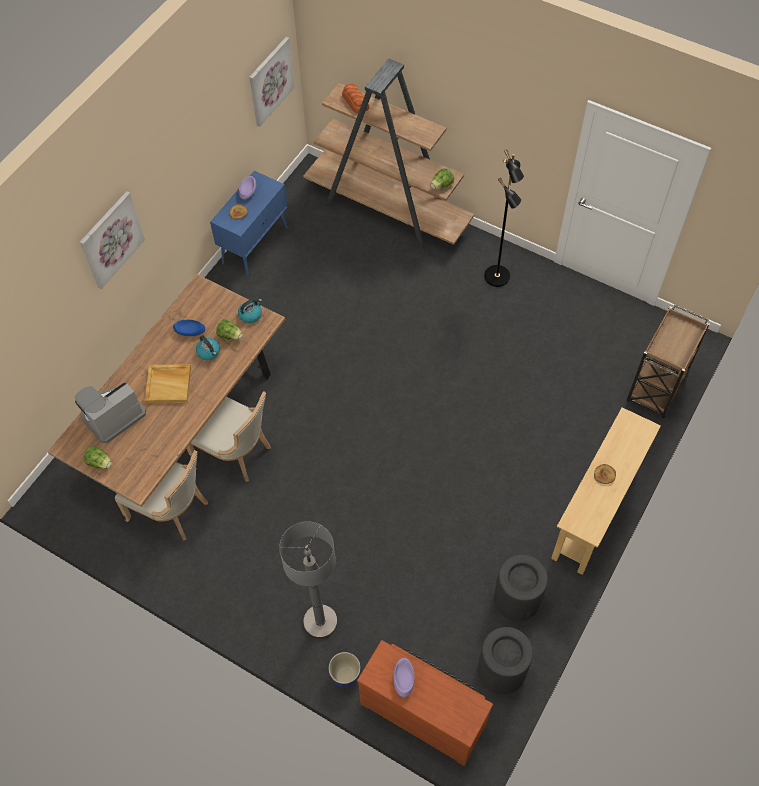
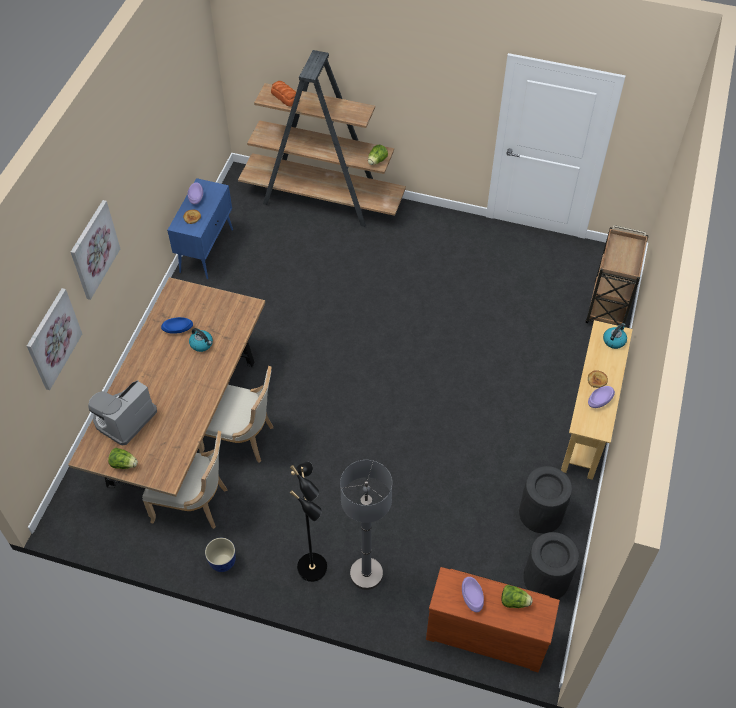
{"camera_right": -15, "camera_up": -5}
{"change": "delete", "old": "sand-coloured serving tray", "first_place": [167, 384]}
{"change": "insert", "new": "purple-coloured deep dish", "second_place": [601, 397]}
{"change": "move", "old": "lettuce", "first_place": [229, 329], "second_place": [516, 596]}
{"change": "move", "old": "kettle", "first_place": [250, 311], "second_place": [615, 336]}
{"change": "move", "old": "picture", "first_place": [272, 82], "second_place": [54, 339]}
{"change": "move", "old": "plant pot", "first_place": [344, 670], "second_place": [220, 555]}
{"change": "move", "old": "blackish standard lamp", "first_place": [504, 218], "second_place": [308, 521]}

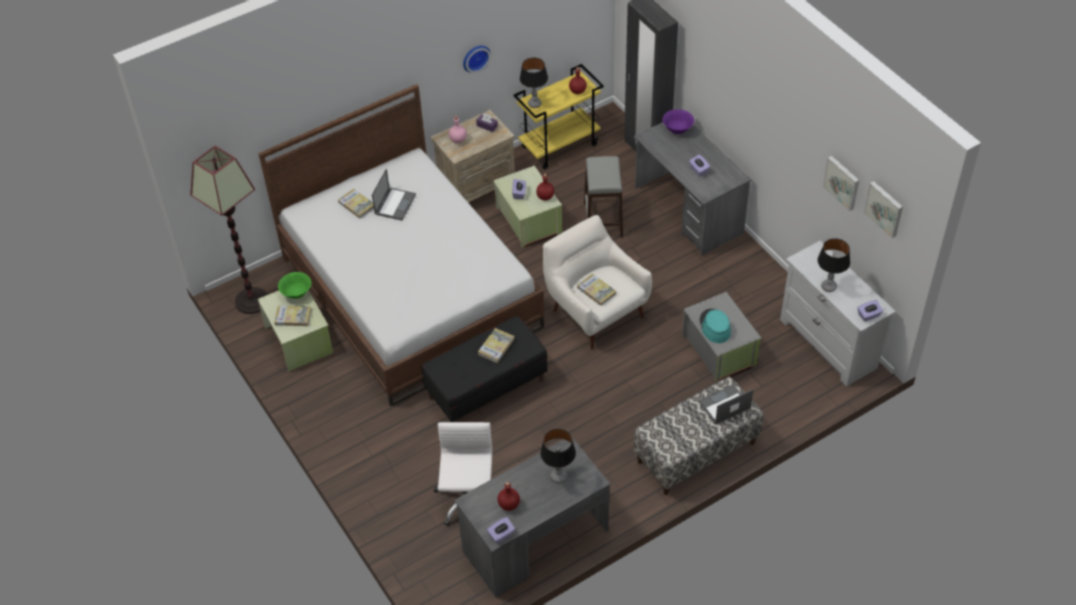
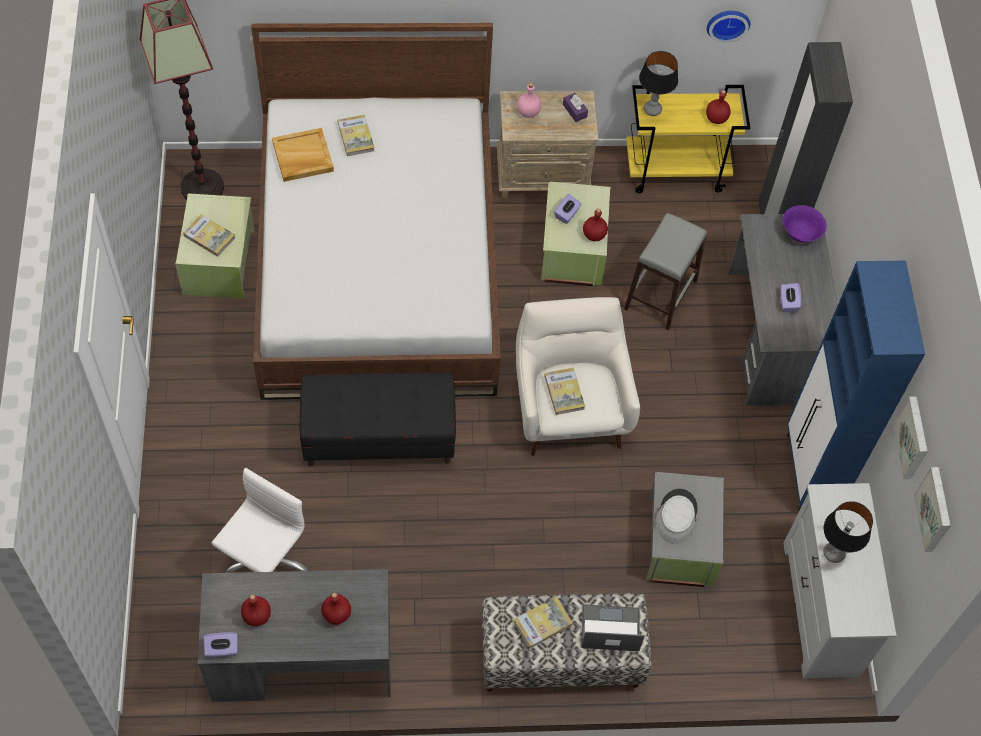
{"camera_right": 25, "camera_up": 10}
{"change": "delete", "old": "green-coloured deep dish", "first_place": [294, 285]}
{"change": "delete", "old": "notebook computer", "first_place": [394, 195]}
{"change": "delete", "old": "purple-coloured tissue holder", "first_place": [870, 311]}
{"change": "insert", "new": "sand-coloured serving tray", "second_place": [303, 155]}
{"change": "insert", "new": "blue cupboard", "second_place": [856, 386]}
{"change": "move", "old": "clock on the wall", "first_place": [477, 59], "second_place": [728, 27]}
{"change": "move", "old": "book", "first_place": [496, 345], "second_place": [543, 622]}
{"change": "replace", "old": "lamp for a table", "new": "red beverage bottle", "first_place": [558, 456], "second_place": [336, 609]}
{"change": "recolor", "old": "turquoise clothing hat", "new": "grey clothing hat", "first_place": [715, 326], "second_place": [677, 516]}

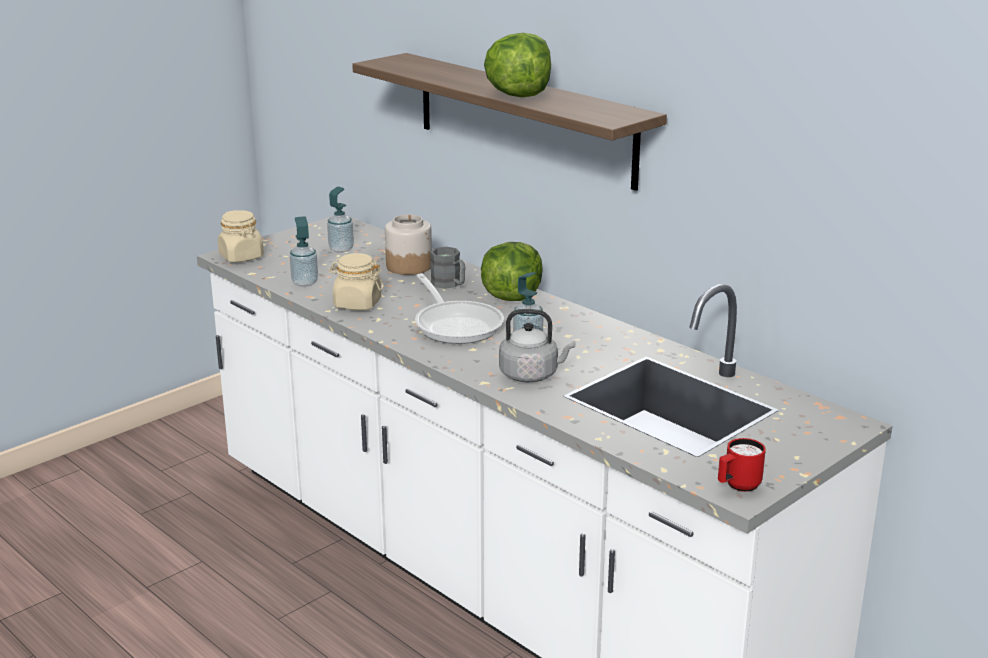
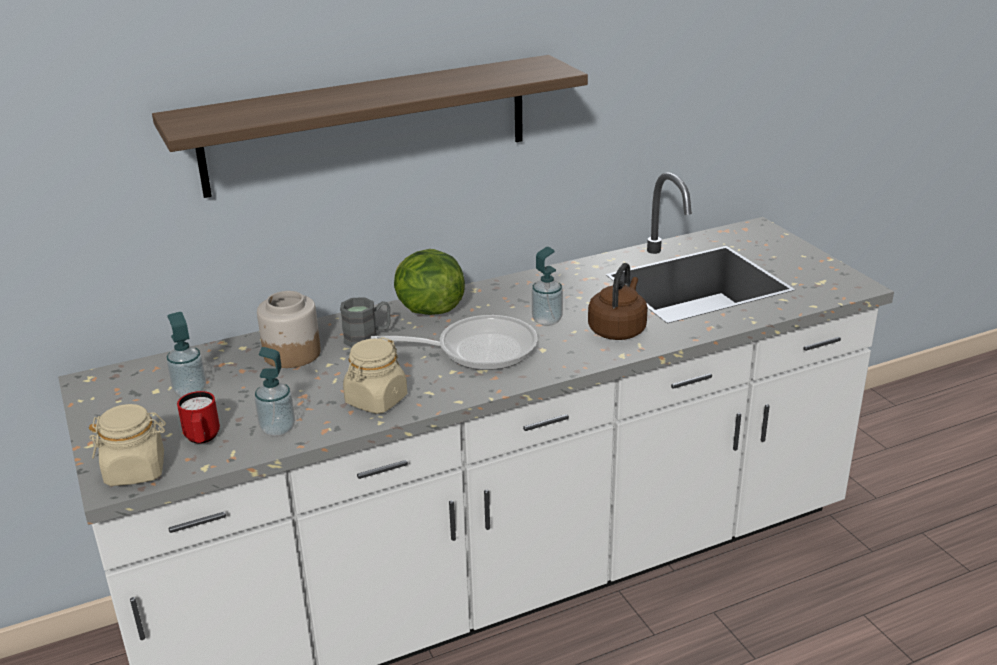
{"camera_right": -70, "camera_up": 5}
{"change": "delete", "old": "lettuce", "first_place": [517, 65]}
{"change": "move", "old": "red mug", "first_place": [742, 465], "second_place": [198, 417]}
{"change": "recolor", "old": "grey kettle", "new": "brown-coloured kettle", "first_place": [537, 345], "second_place": [618, 301]}

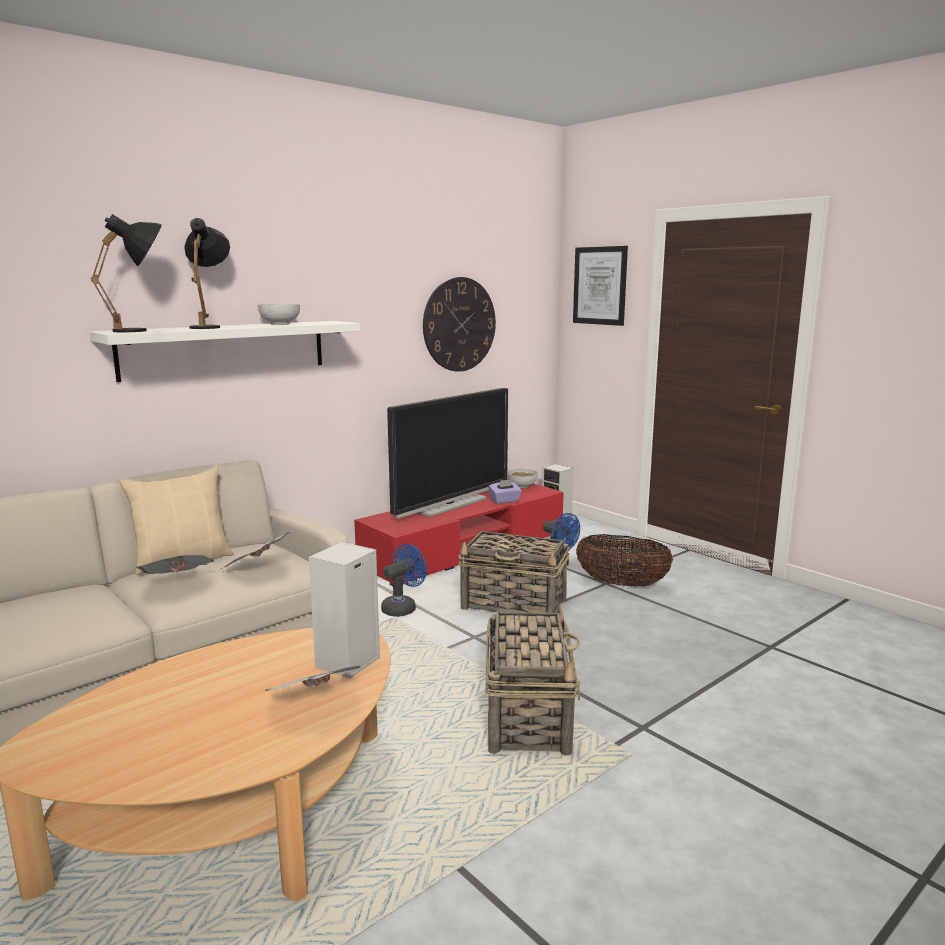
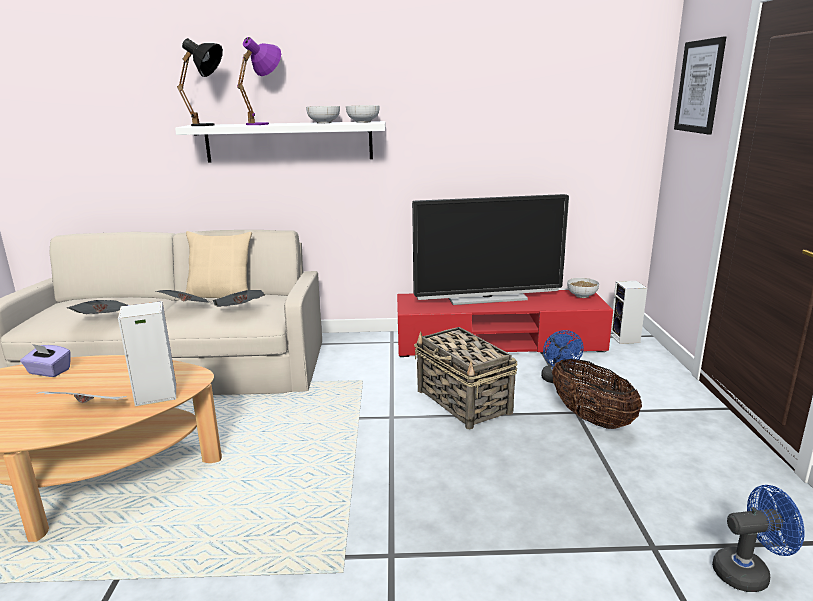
{"camera_right": 40, "camera_up": 5}
{"change": "delete", "old": "clock on the wall", "first_place": [459, 324]}
{"change": "delete", "old": "storage basket", "first_place": [533, 679]}
{"change": "insert", "new": "newspaper", "second_place": [97, 307]}
{"change": "insert", "new": "deep dish", "second_place": [363, 114]}
{"change": "move", "old": "blue electric fan", "first_place": [404, 580], "second_place": [758, 538]}
{"change": "move", "old": "purple-coloured tissue holder", "first_place": [505, 491], "second_place": [45, 360]}
{"change": "recolor", "old": "blackish lamp for a table", "new": "purple-coloured lamp for a table", "first_place": [207, 273], "second_place": [259, 81]}

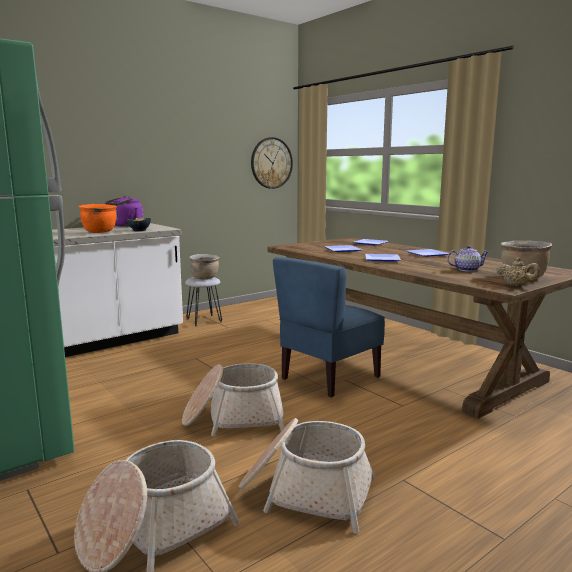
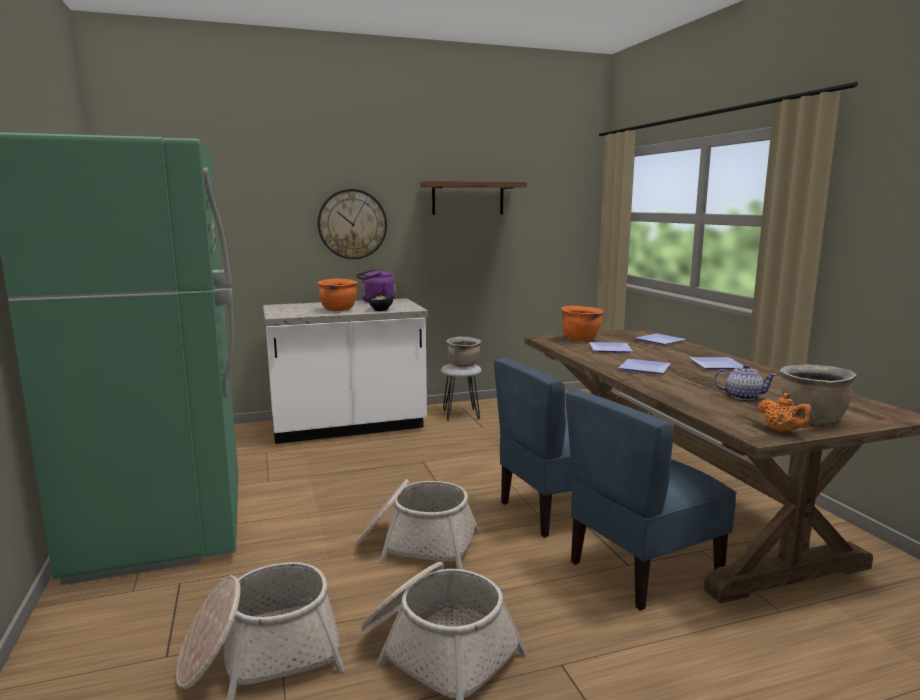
{"camera_right": 20, "camera_up": 0}
{"change": "insert", "new": "brown-coloured wall shelf", "second_place": [473, 198]}
{"change": "insert", "new": "orange-coloured stockpot", "second_place": [582, 323]}
{"change": "insert", "new": "blue plain chair", "second_place": [651, 500]}
{"change": "move", "old": "clock on the wall", "first_place": [272, 163], "second_place": [352, 224]}
{"change": "recolor", "old": "sand-coloured tea pot", "new": "orange-coloured tea pot", "first_place": [518, 271], "second_place": [785, 413]}

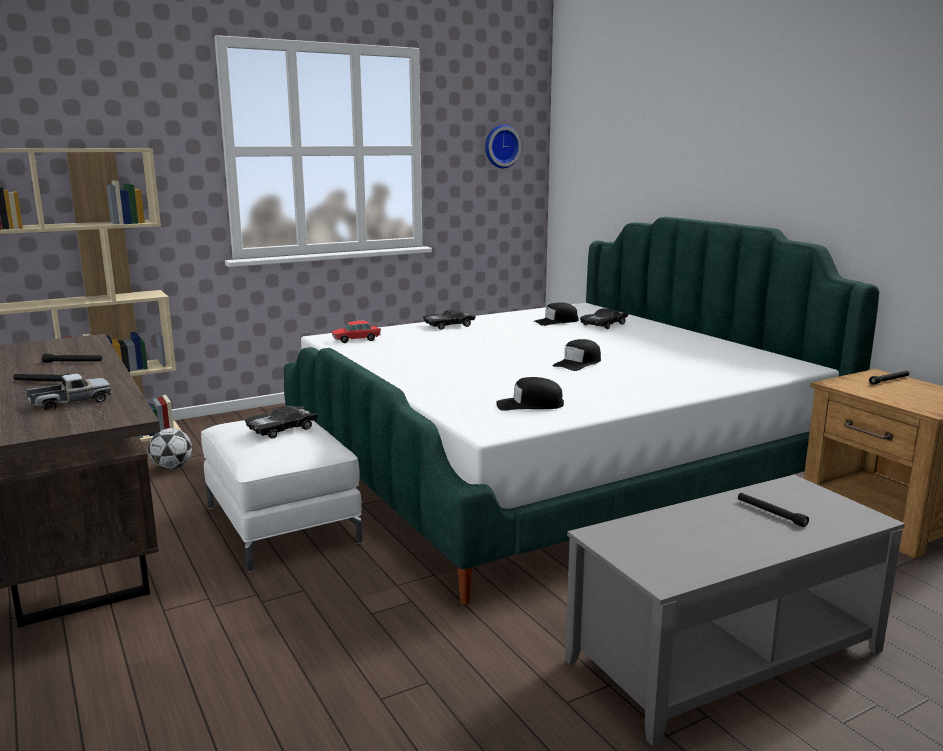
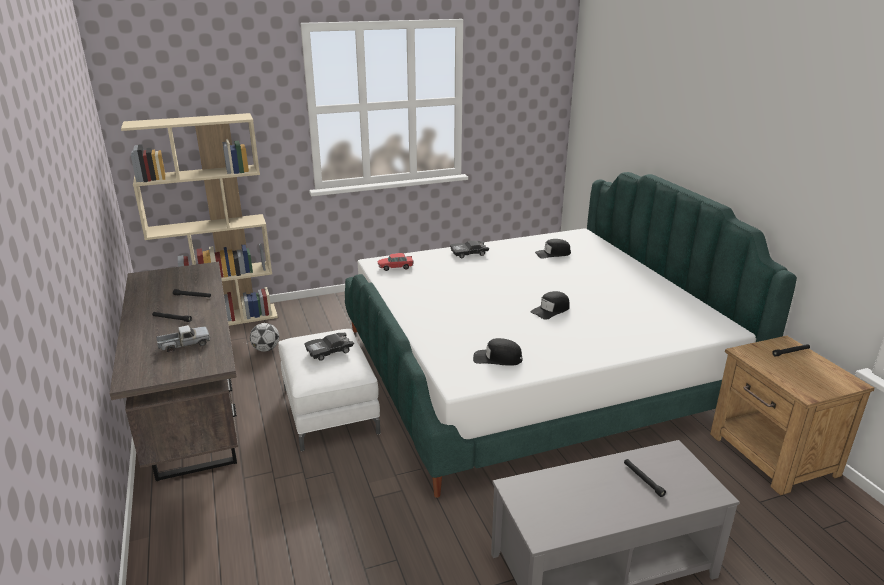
{"camera_right": 10, "camera_up": 10}
{"change": "delete", "old": "clock on the wall", "first_place": [503, 146]}
{"change": "delete", "old": "blackish model car", "first_place": [604, 318]}

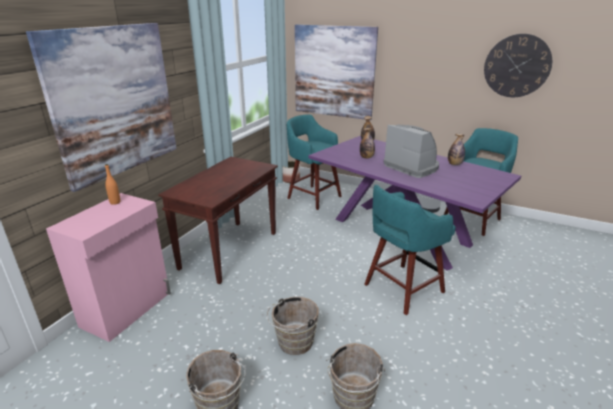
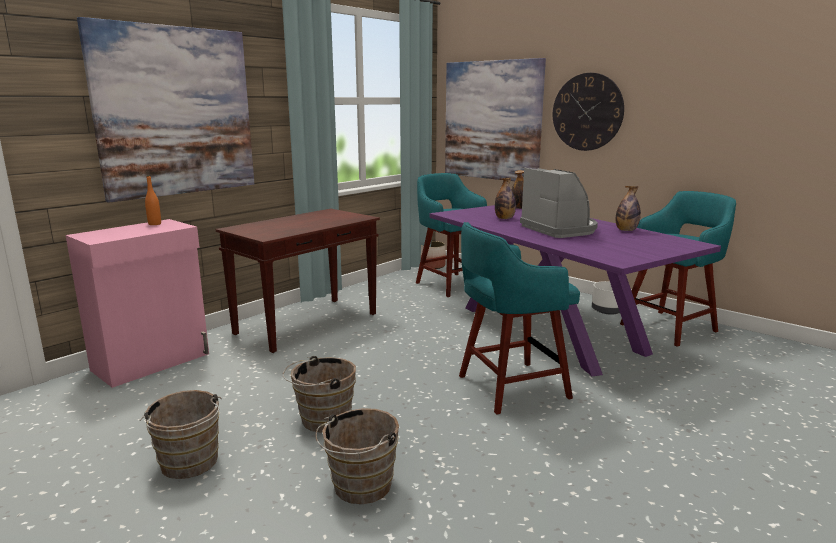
{"camera_right": 15, "camera_up": -10}
{"change": "move", "old": "clock on the wall", "first_place": [518, 65], "second_place": [588, 112]}

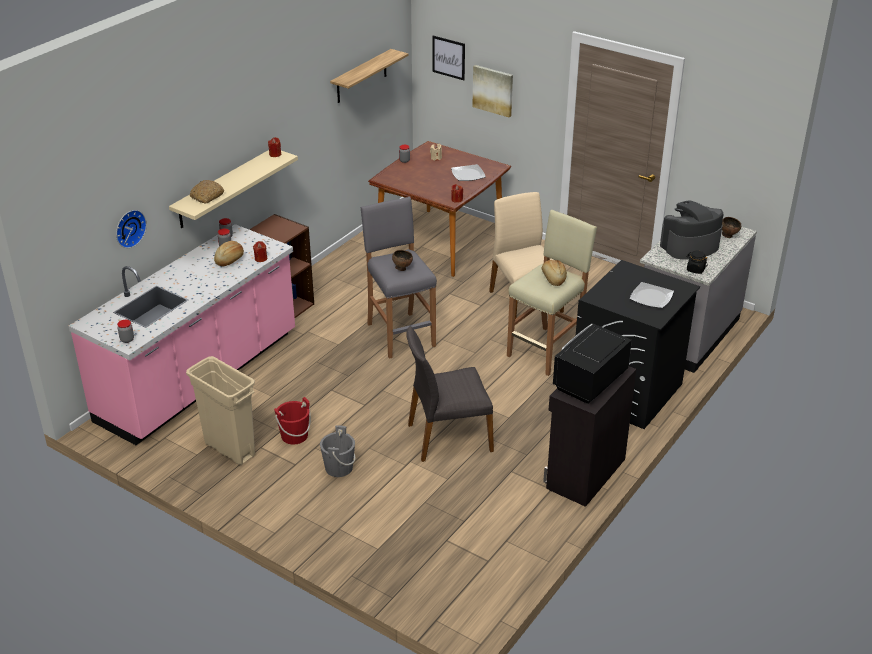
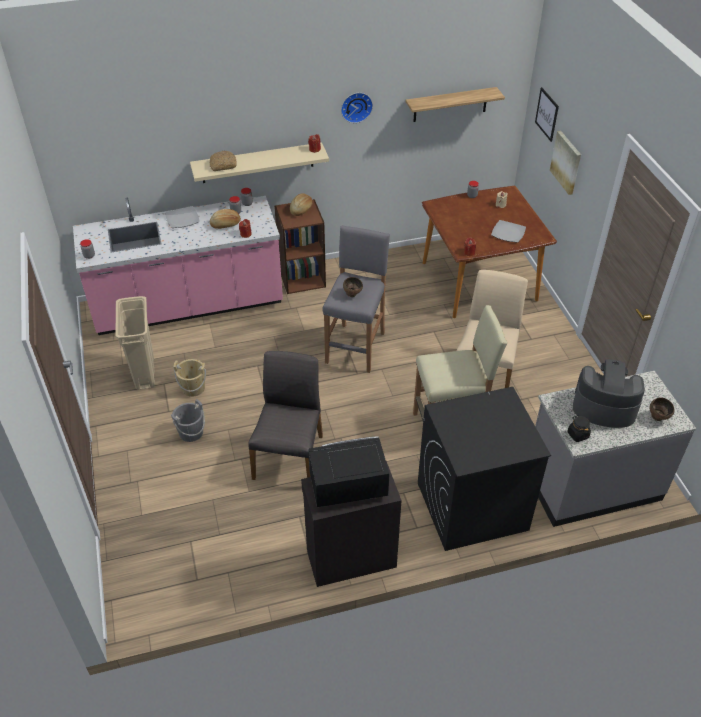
{"camera_right": 40, "camera_up": 10}
{"change": "move", "old": "clock on the wall", "first_place": [131, 229], "second_place": [357, 108]}
{"change": "move", "old": "bakery bread", "first_place": [554, 273], "second_place": [301, 204]}
{"change": "move", "old": "dinner plate", "first_place": [651, 295], "second_place": [182, 217]}
{"change": "recolor", "old": "red water bucket", "new": "sand-coloured water bucket", "first_place": [292, 421], "second_place": [189, 378]}
{"change": "rotate", "old": "grey plain chair", "first_place": [450, 394], "second_place": [285, 415], "degrees": 75}

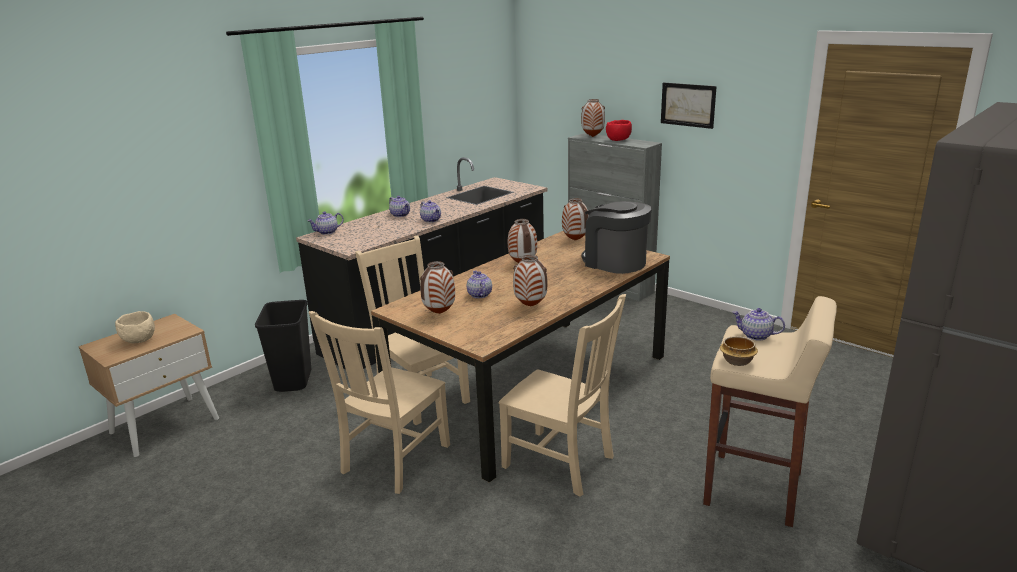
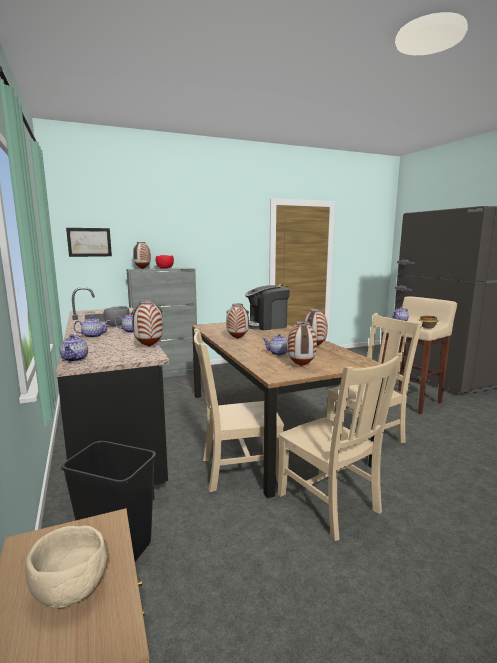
{"camera_right": -65, "camera_up": -10}
{"change": "insert", "new": "grey deep dish", "second_place": [116, 316]}
{"change": "move", "old": "flower vase", "first_place": [575, 219], "second_place": [147, 323]}
{"change": "move", "old": "picture", "first_place": [689, 105], "second_place": [89, 242]}

